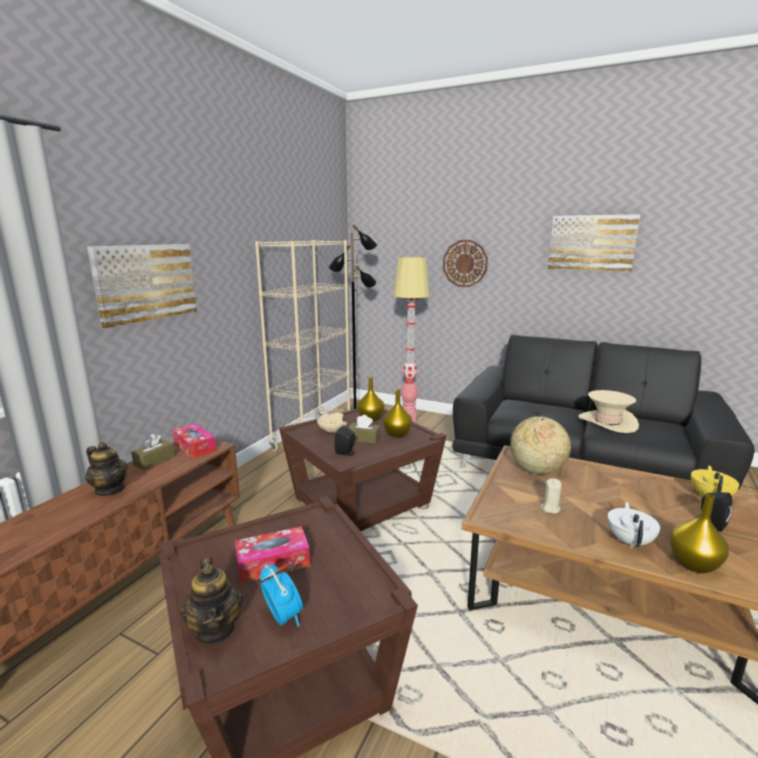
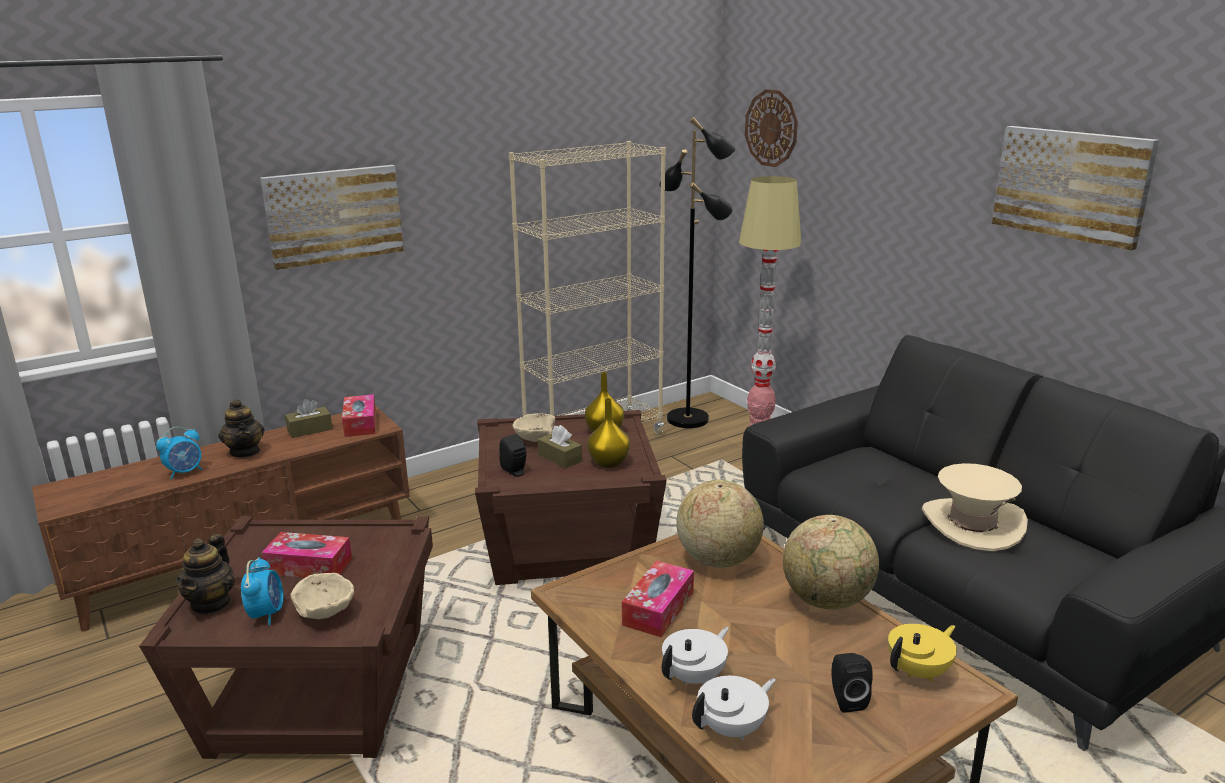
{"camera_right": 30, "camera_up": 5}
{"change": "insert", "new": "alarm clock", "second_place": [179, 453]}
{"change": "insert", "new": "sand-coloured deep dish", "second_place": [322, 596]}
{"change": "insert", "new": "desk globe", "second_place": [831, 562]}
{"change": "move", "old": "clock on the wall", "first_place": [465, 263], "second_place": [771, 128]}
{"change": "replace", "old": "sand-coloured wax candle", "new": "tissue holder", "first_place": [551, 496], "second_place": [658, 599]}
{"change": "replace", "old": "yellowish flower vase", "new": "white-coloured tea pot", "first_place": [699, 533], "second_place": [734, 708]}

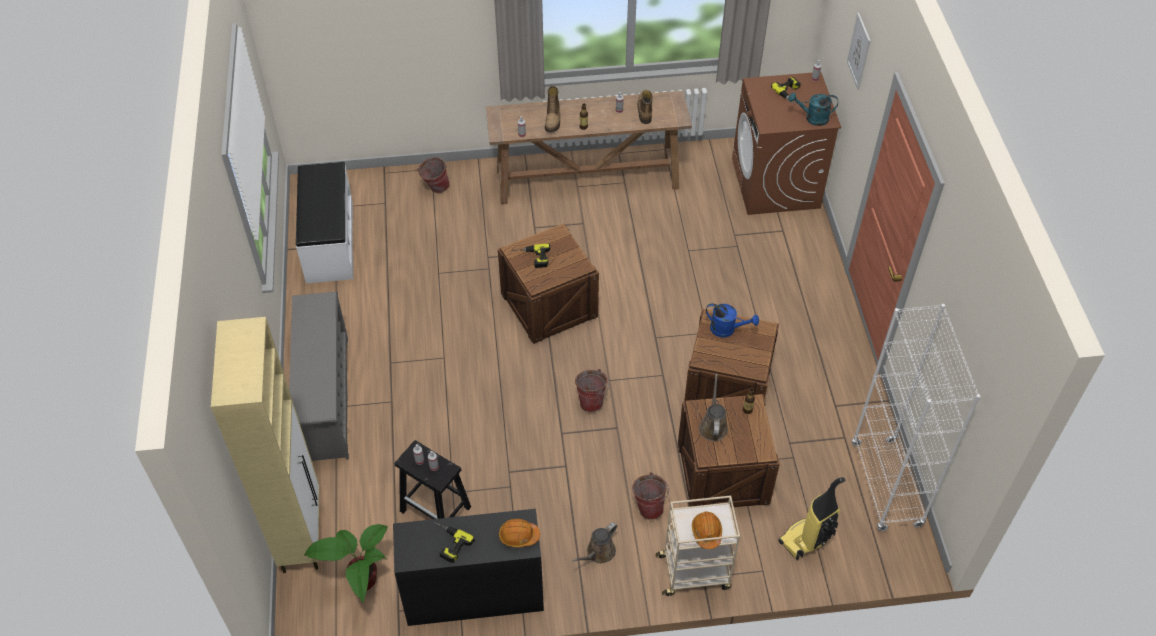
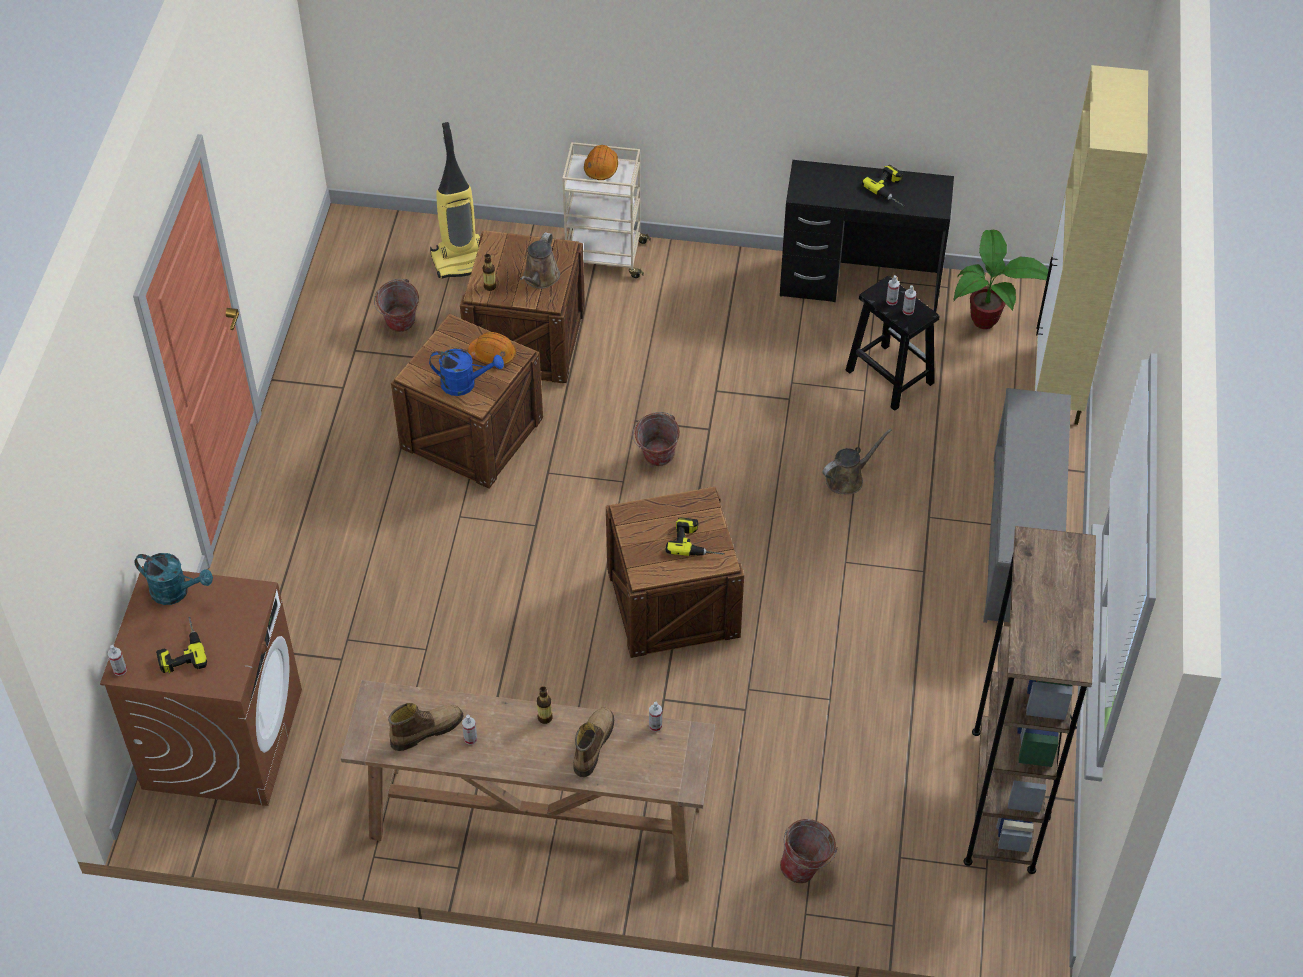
{"camera_right": -165, "camera_up": 0}
{"change": "delete", "old": "picture", "first_place": [859, 51]}
{"change": "delete", "old": "white-coloured shelving unit", "first_place": [916, 417]}
{"change": "move", "old": "orange-coloured safety helmet", "first_place": [519, 533], "second_place": [492, 348]}
{"change": "move", "old": "brown-coloured watering can", "first_place": [594, 543], "second_place": [857, 461]}
{"change": "move", "old": "water bucket", "first_place": [650, 496], "second_place": [396, 305]}
{"change": "replace", "old": "white-coloured bench", "new": "brown-coloured shelving unit", "first_place": [325, 222], "second_place": [1029, 700]}
{"change": "rotate", "old": "high-top boot", "first_place": [645, 107], "second_place": [426, 727], "degrees": -135}
{"change": "rotate", "old": "blue watering can", "first_place": [732, 320], "second_place": [466, 372], "degrees": 150}

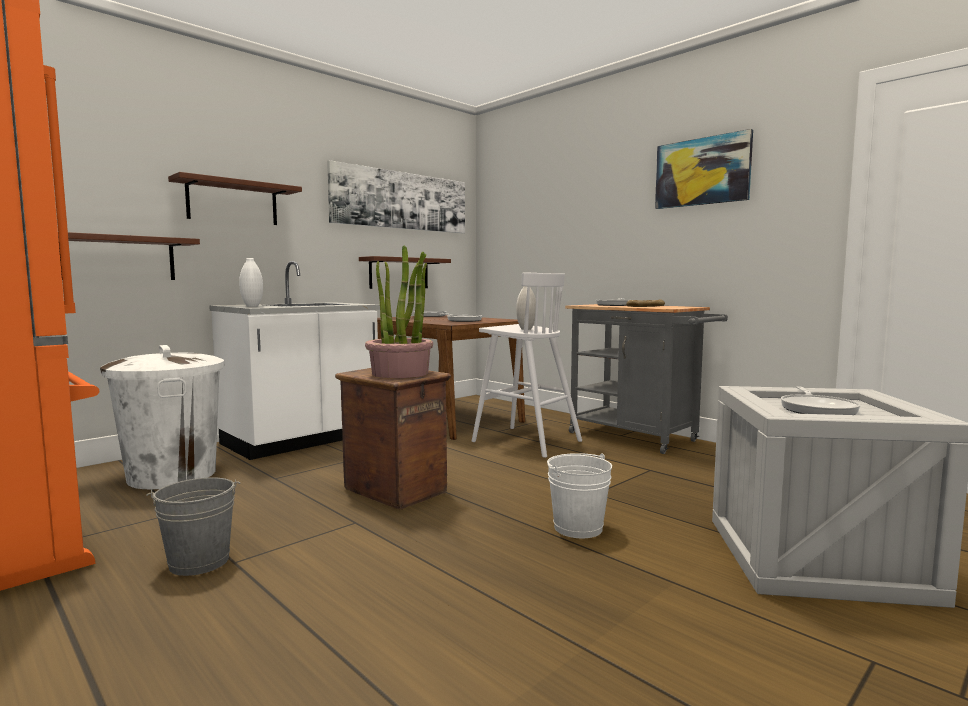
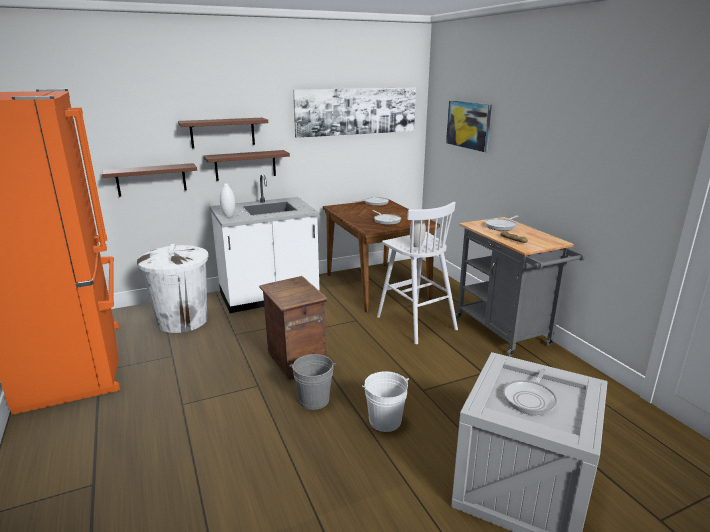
{"camera_right": 20, "camera_up": 15}
{"change": "delete", "old": "potted plant", "first_place": [399, 312]}
{"change": "move", "old": "grey water bucket", "first_place": [193, 526], "second_place": [312, 382]}
{"change": "move", "old": "brown-coloured wall shelf", "first_place": [405, 272], "second_place": [247, 165]}
{"change": "move", "old": "picture", "first_place": [704, 169], "second_place": [469, 126]}

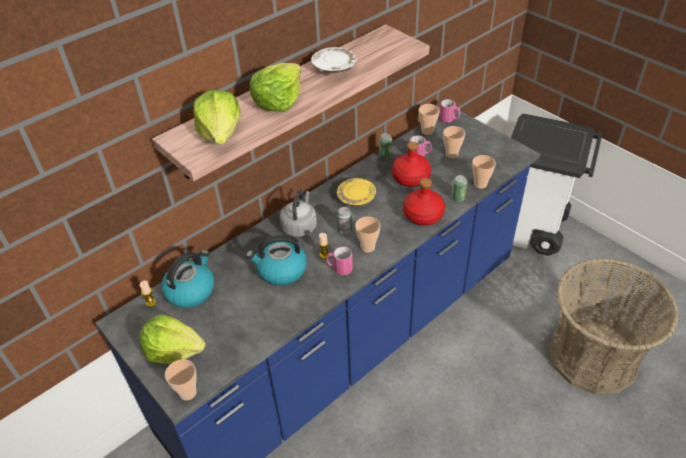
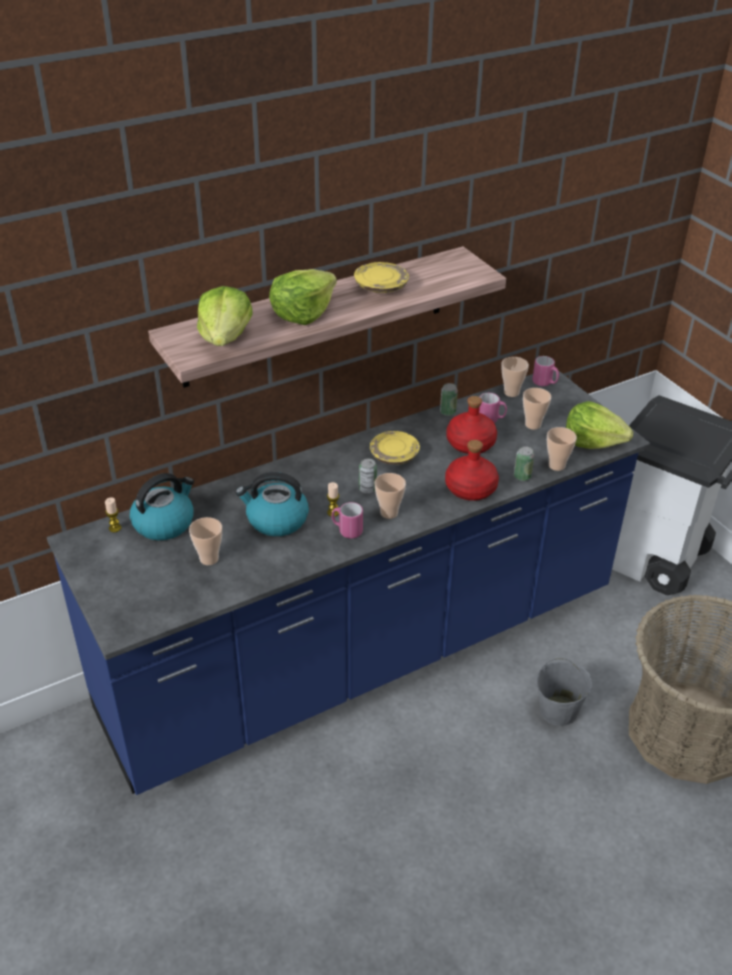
{"camera_right": 10, "camera_up": -5}
{"change": "delete", "old": "grey kettle", "first_place": [298, 213]}
{"change": "insert", "new": "grey water bucket", "second_place": [564, 692]}
{"change": "move", "old": "lettuce", "first_place": [172, 339], "second_place": [599, 425]}
{"change": "move", "old": "cup", "first_place": [181, 379], "second_place": [205, 541]}
{"change": "recolor", "old": "white-coloured dinner plate", "new": "yellowish dinner plate", "first_place": [334, 60], "second_place": [381, 277]}

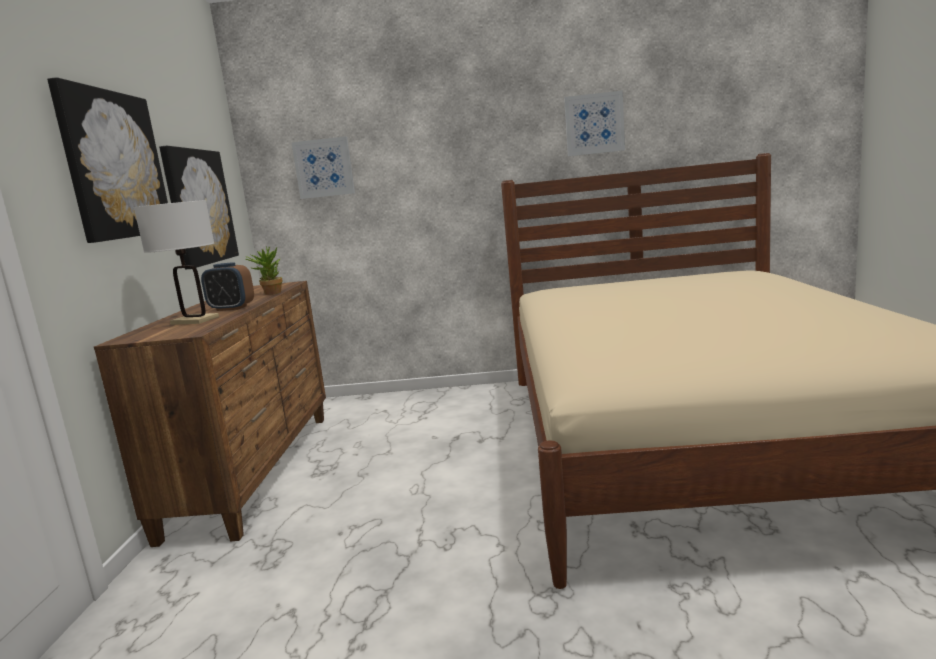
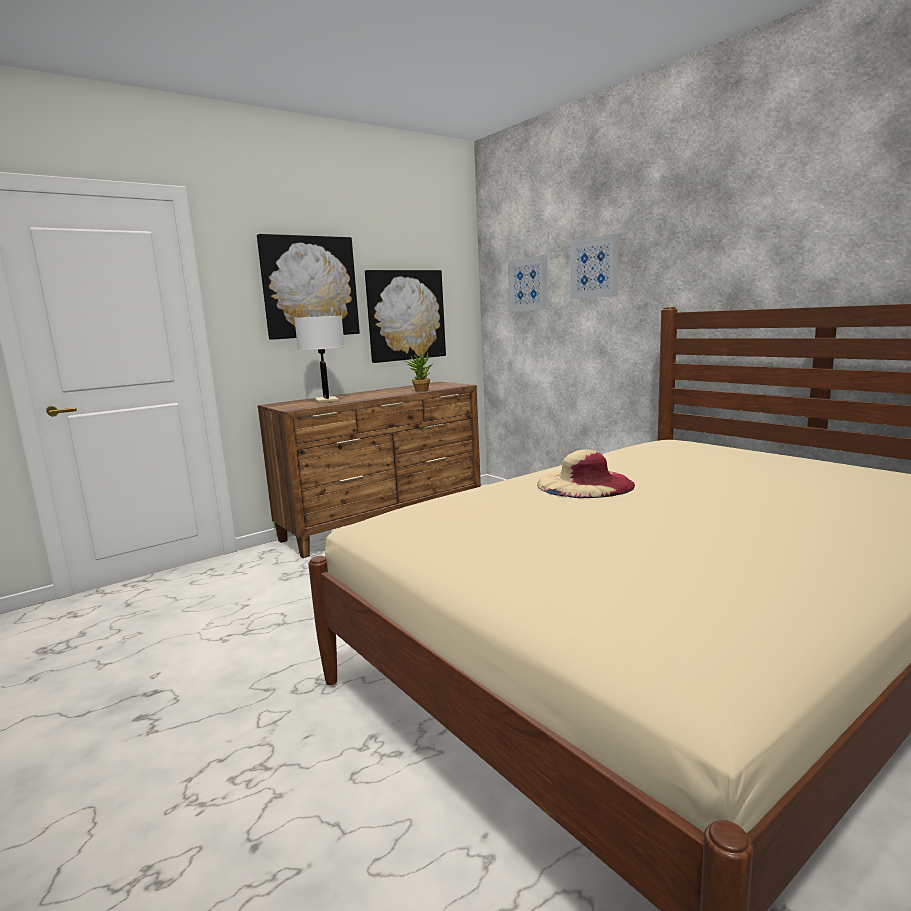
{"camera_right": 50, "camera_up": 0}
{"change": "delete", "old": "alarm clock", "first_place": [227, 286]}
{"change": "insert", "new": "sand-coloured clothing hat", "second_place": [586, 473]}
{"change": "move", "old": "picture", "first_place": [594, 123], "second_place": [594, 266]}

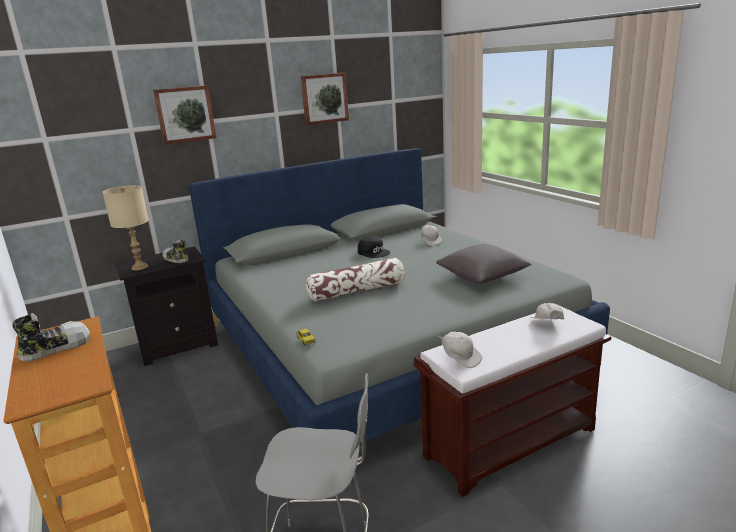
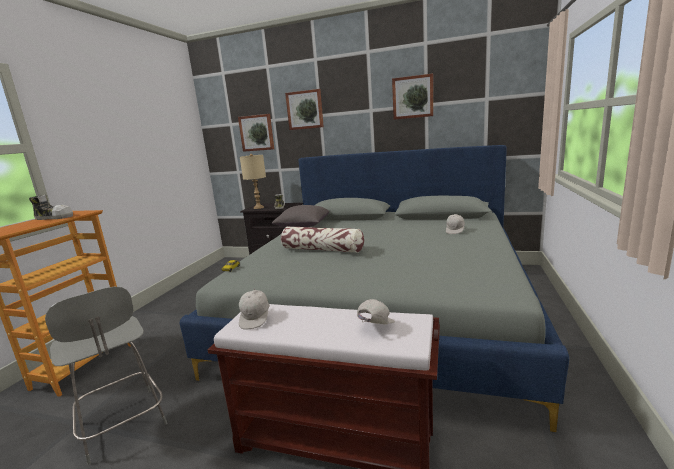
{"camera_right": 45, "camera_up": -5}
{"change": "delete", "old": "blackish peaked cap", "first_place": [374, 247]}
{"change": "insert", "new": "picture", "second_place": [256, 133]}
{"change": "move", "old": "grey cushion", "first_place": [484, 264], "second_place": [300, 216]}

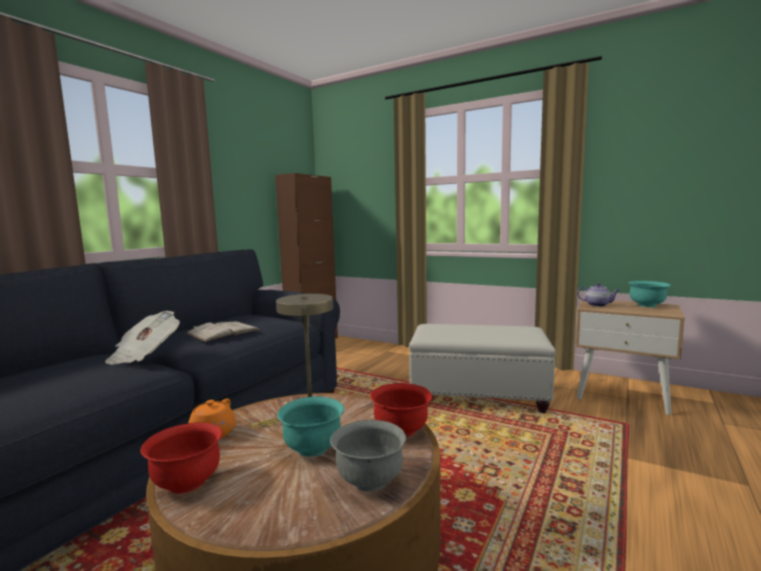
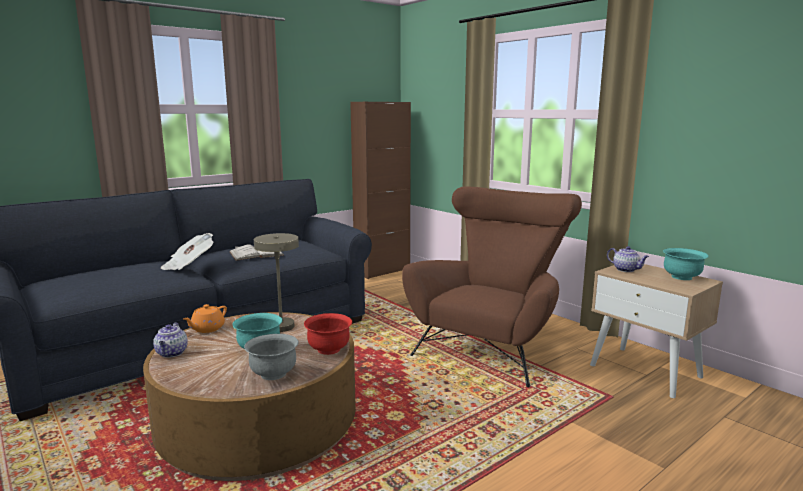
{"camera_right": 20, "camera_up": 5}
{"change": "replace", "old": "red deep dish", "new": "tea pot", "first_place": [181, 458], "second_place": [170, 340]}
{"change": "replace", "old": "white-coloured footrest", "new": "brown-coloured armchair", "first_place": [482, 368], "second_place": [492, 287]}

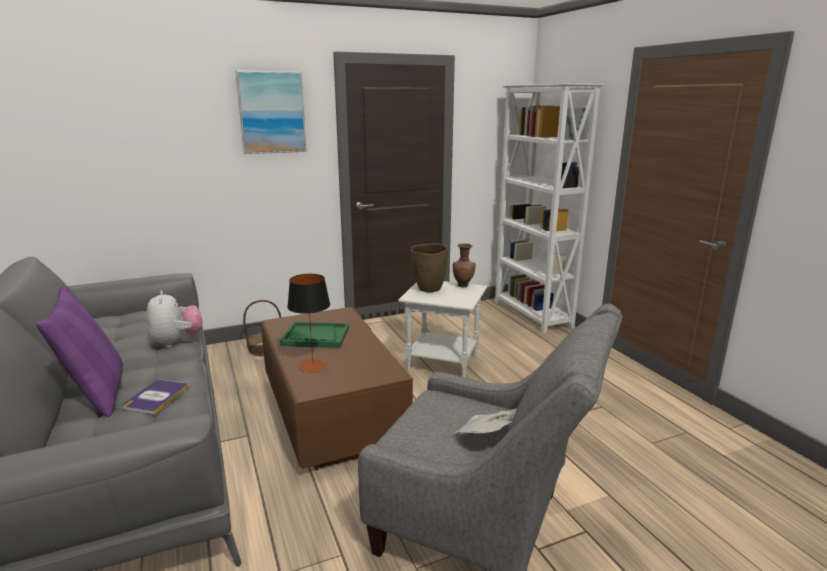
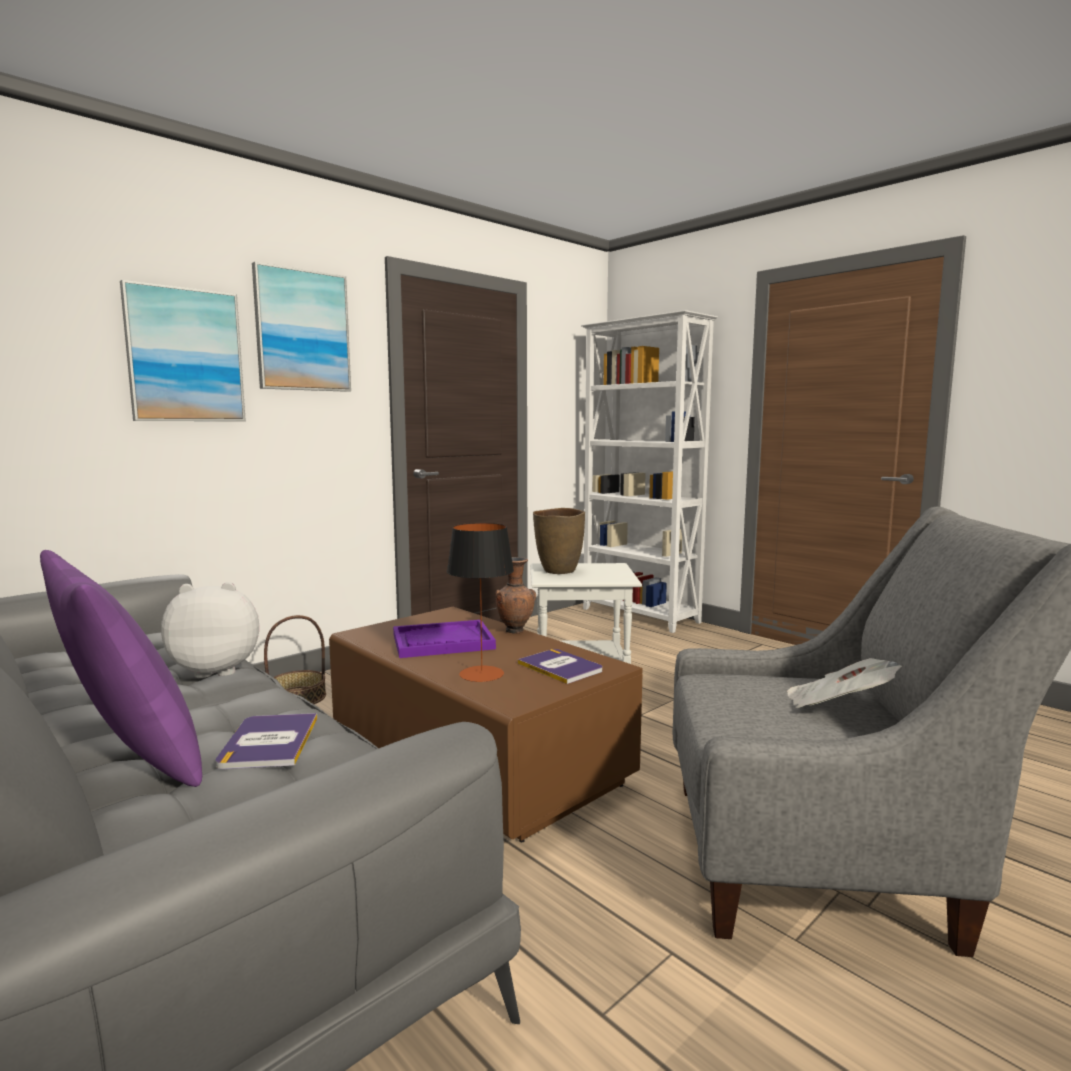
{"camera_right": -20, "camera_up": -10}
{"change": "insert", "new": "picture", "second_place": [183, 350]}
{"change": "insert", "new": "book", "second_place": [560, 666]}
{"change": "move", "old": "brown-coloured flower vase", "first_place": [464, 265], "second_place": [515, 595]}
{"change": "recolor", "old": "green-coloured serving tray", "new": "purple-coloured serving tray", "first_place": [314, 335], "second_place": [444, 639]}
{"change": "rotate", "old": "plush toy", "first_place": [174, 318], "second_place": [210, 630], "degrees": -60}

